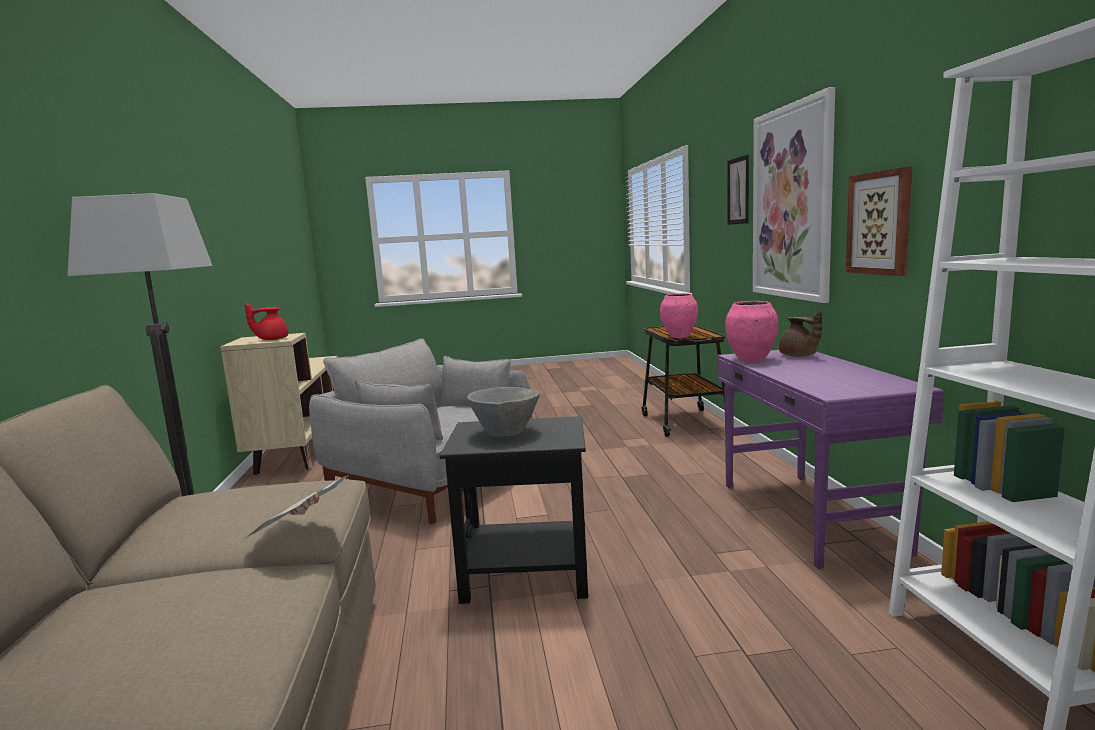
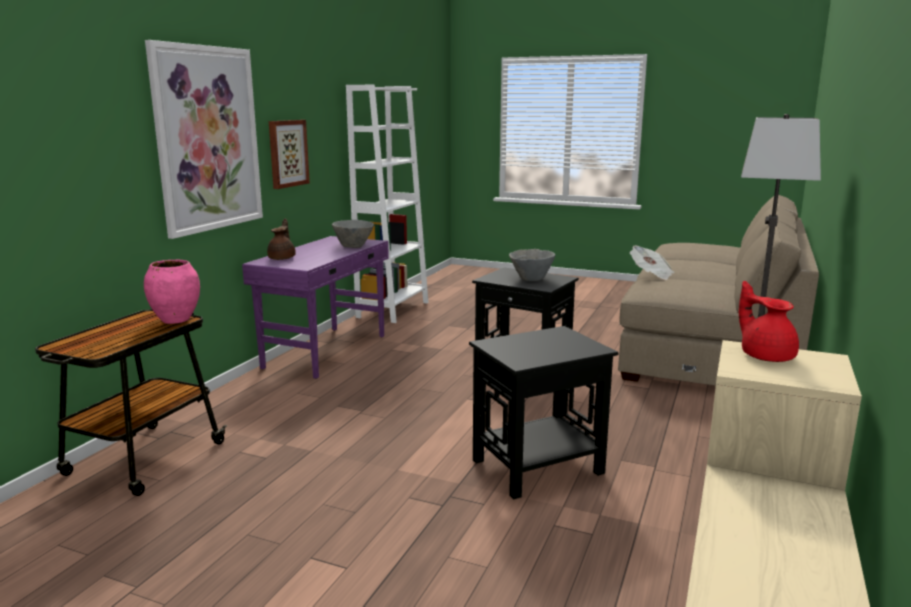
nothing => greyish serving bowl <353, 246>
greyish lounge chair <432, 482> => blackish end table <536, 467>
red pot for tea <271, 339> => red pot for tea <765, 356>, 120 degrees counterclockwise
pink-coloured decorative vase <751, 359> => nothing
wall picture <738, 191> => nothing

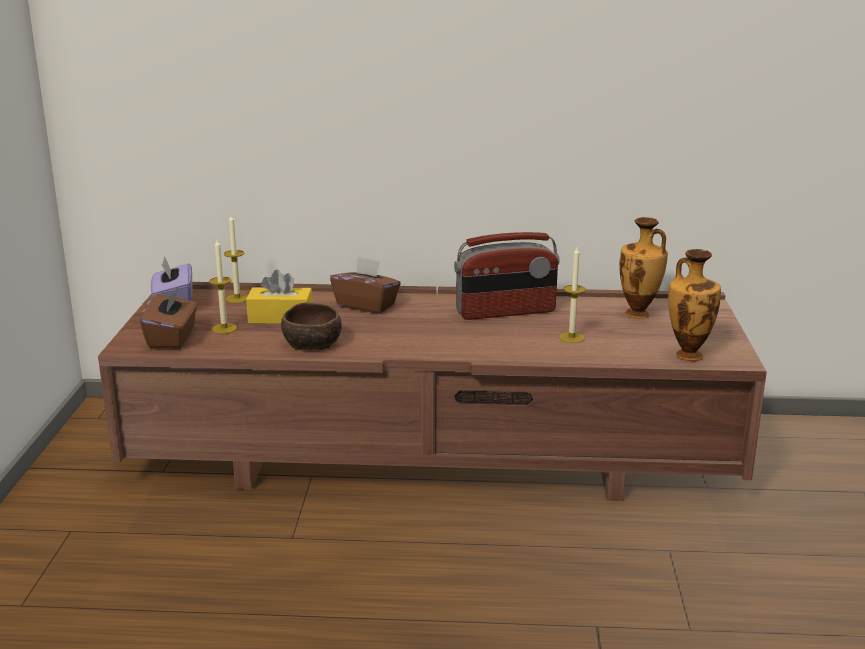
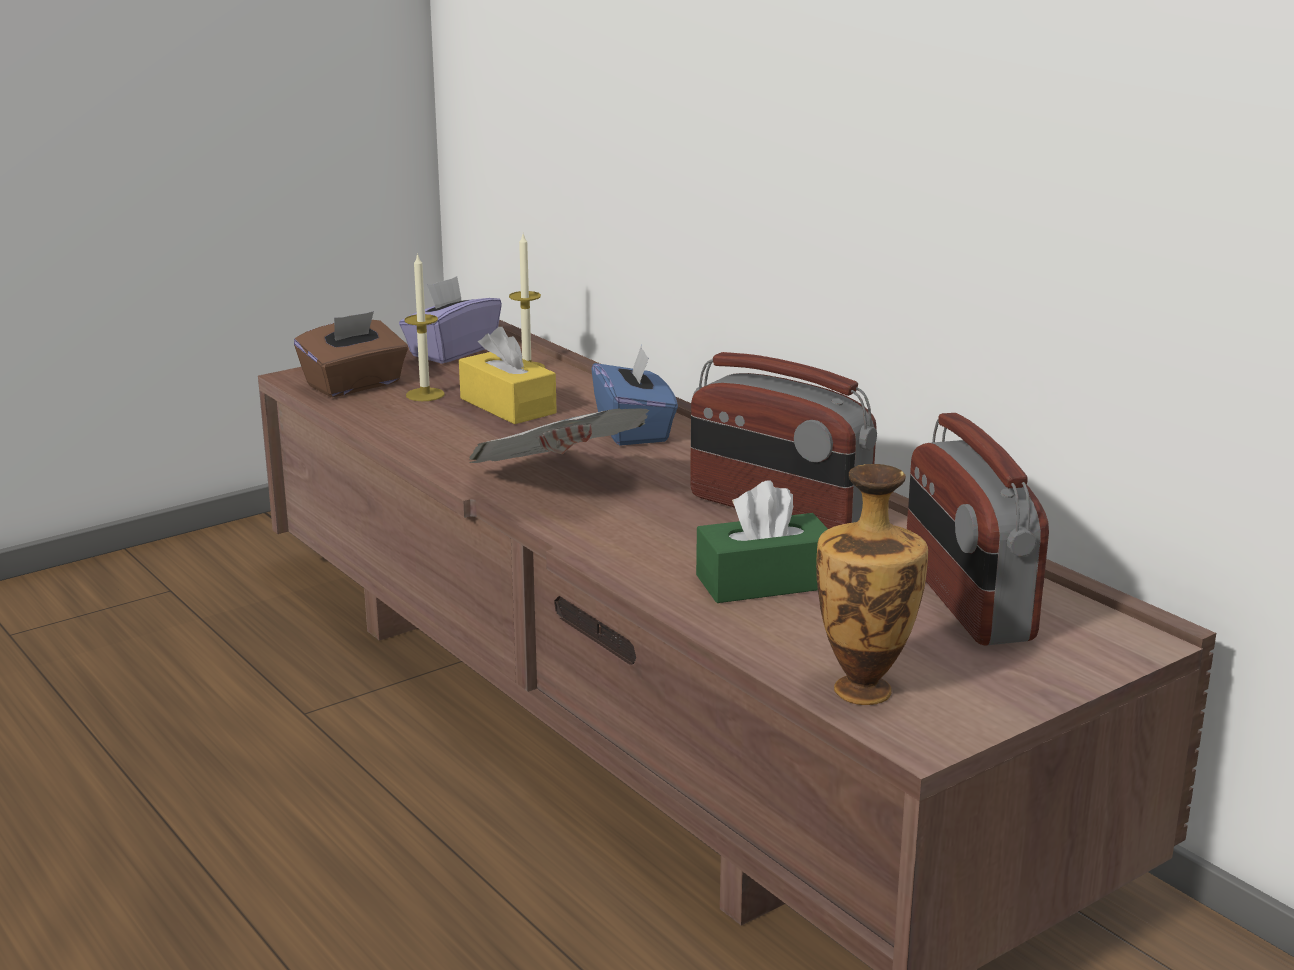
nothing => daily paper <558, 484>
brown box of tissues <366, 305> => blue-coloured box of tissues <634, 430>
wax candle <571, 338> => greenish box of tissues <765, 582>
decorative vase <638, 314> => radio set <965, 600>
brown serving bowl <313, 344> => nothing

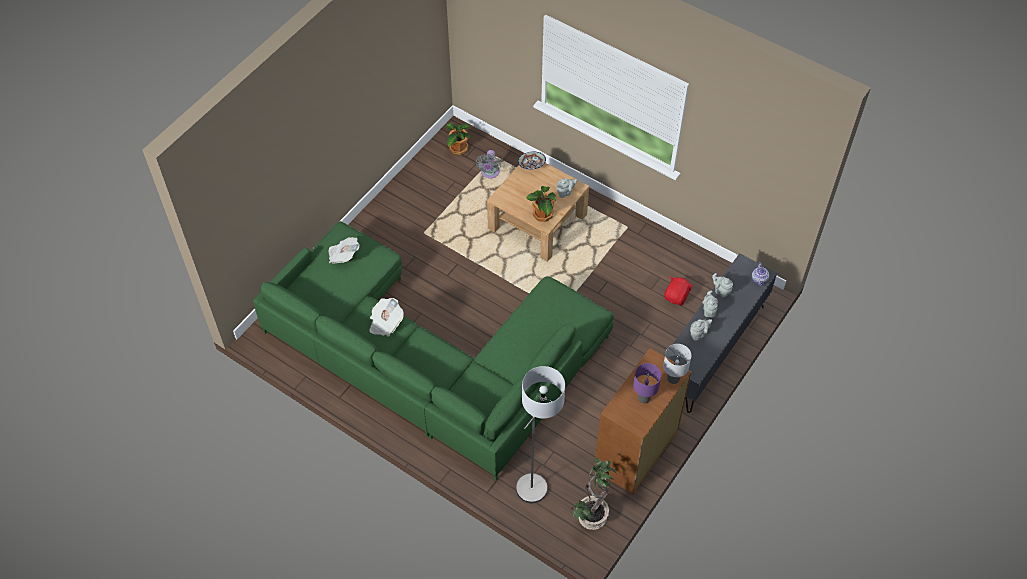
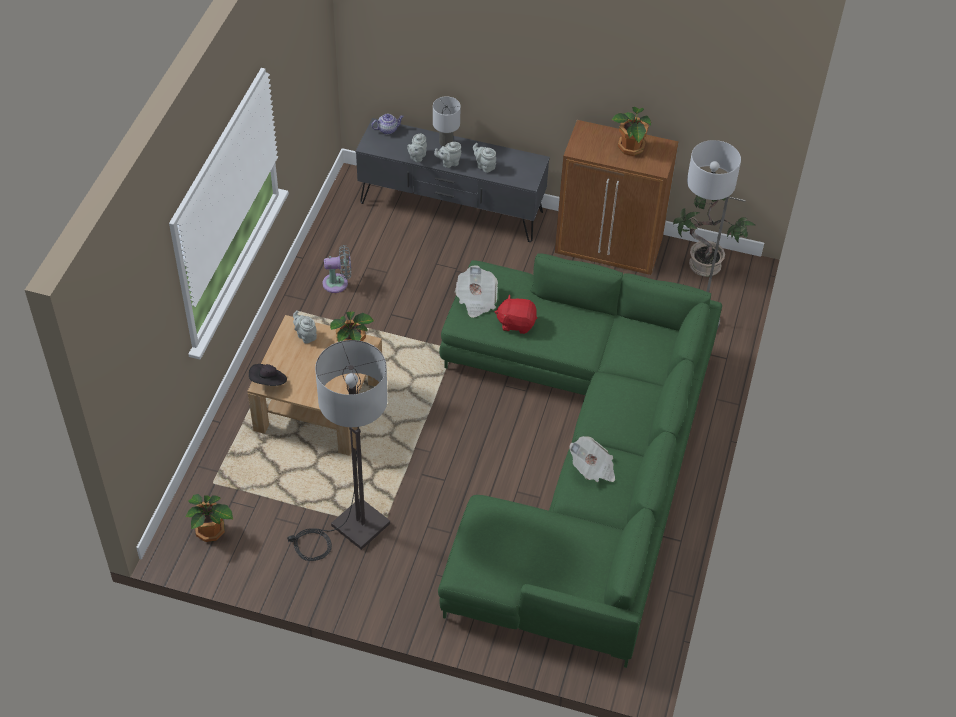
serving bowl <532, 165> => blackish hat <268, 382>
nothing => floor lamp <346, 531>
greyish electric fan <489, 173> => greyish electric fan <338, 283>, shifted
white-coloured lamp for a table <673, 378> => white-coloured lamp for a table <445, 144>, shifted
daily paper <343, 255> => daily paper <476, 300>, shifted
red plush toy <676, 296> => red plush toy <516, 323>, shifted
purple lamp for a table <644, 399> => potted plant <630, 148>

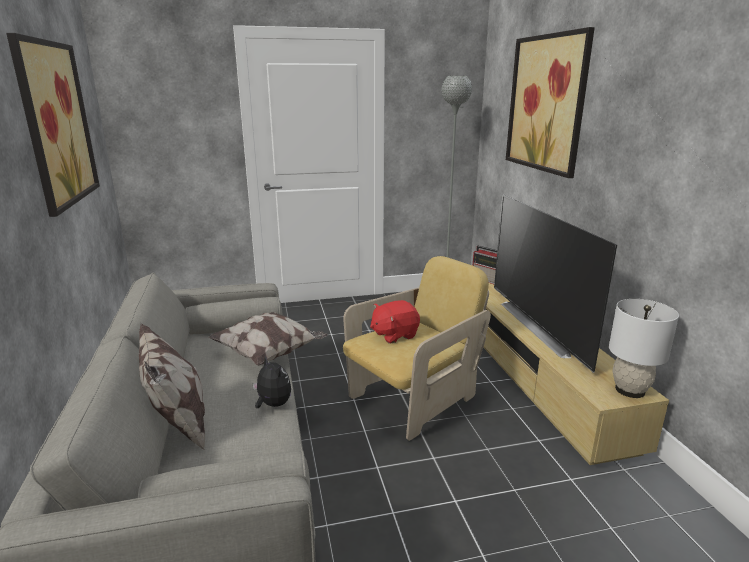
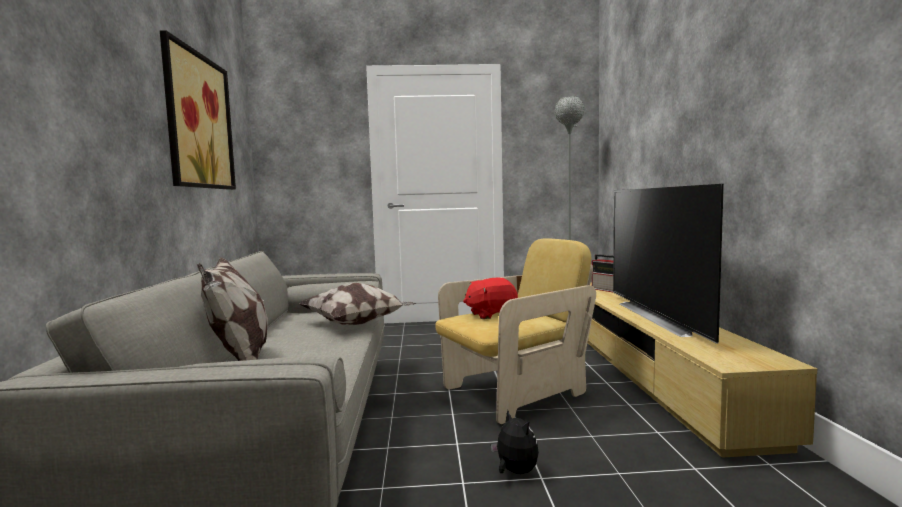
plush toy <272, 404> => plush toy <515, 472>, shifted
wall picture <546, 103> => nothing
white-coloured lamp for a table <629, 390> => nothing

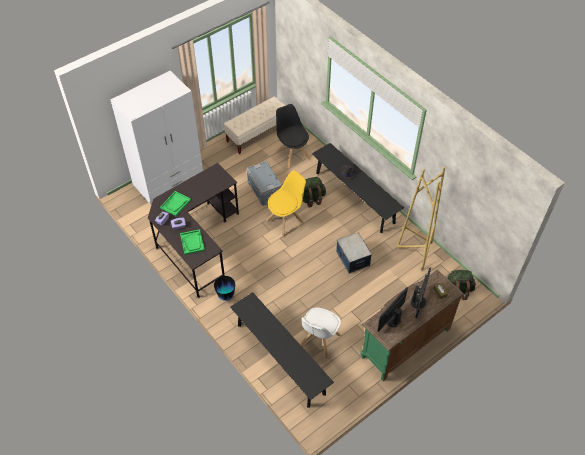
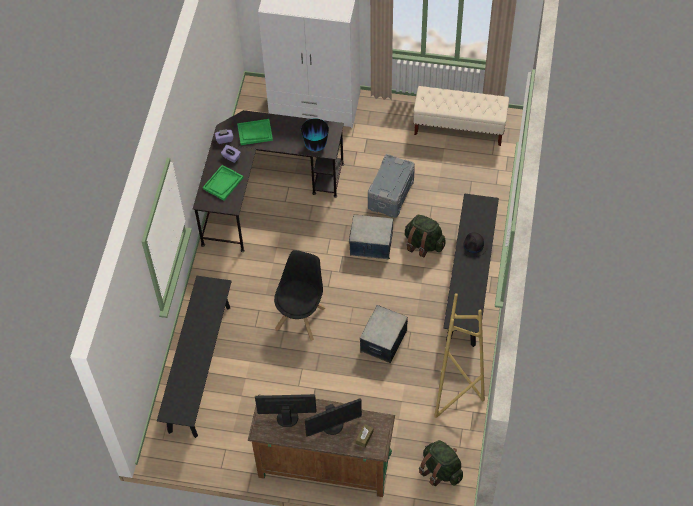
blackish chair <292, 154> => blackish chair <301, 316>, shifted
decorative vase <226, 296> => decorative vase <315, 146>, shifted
yellow-coloured chair <286, 220> => storage box <371, 244>
white-coloured chair <319, 341> => nothing

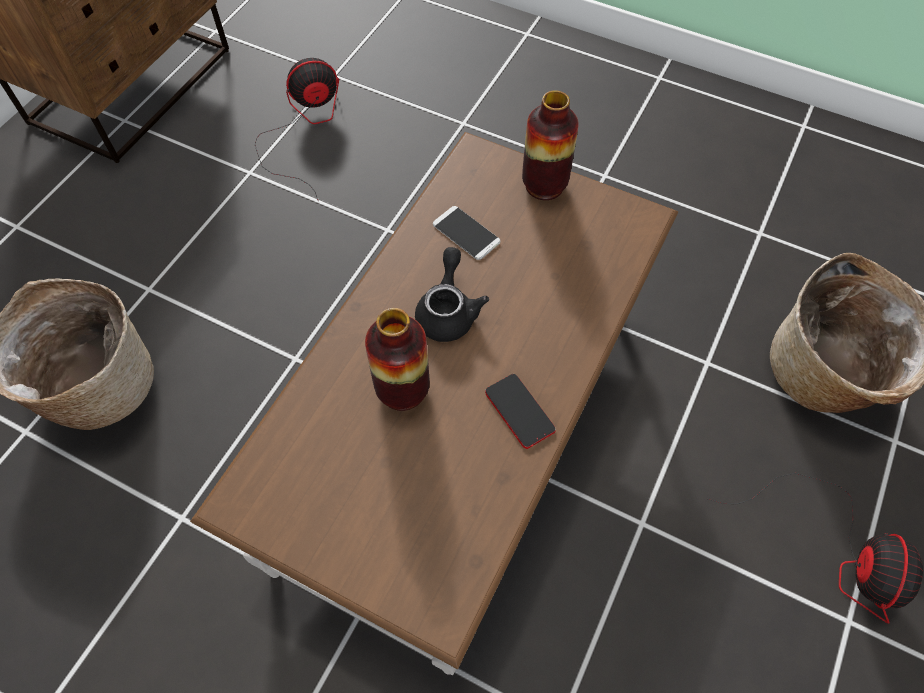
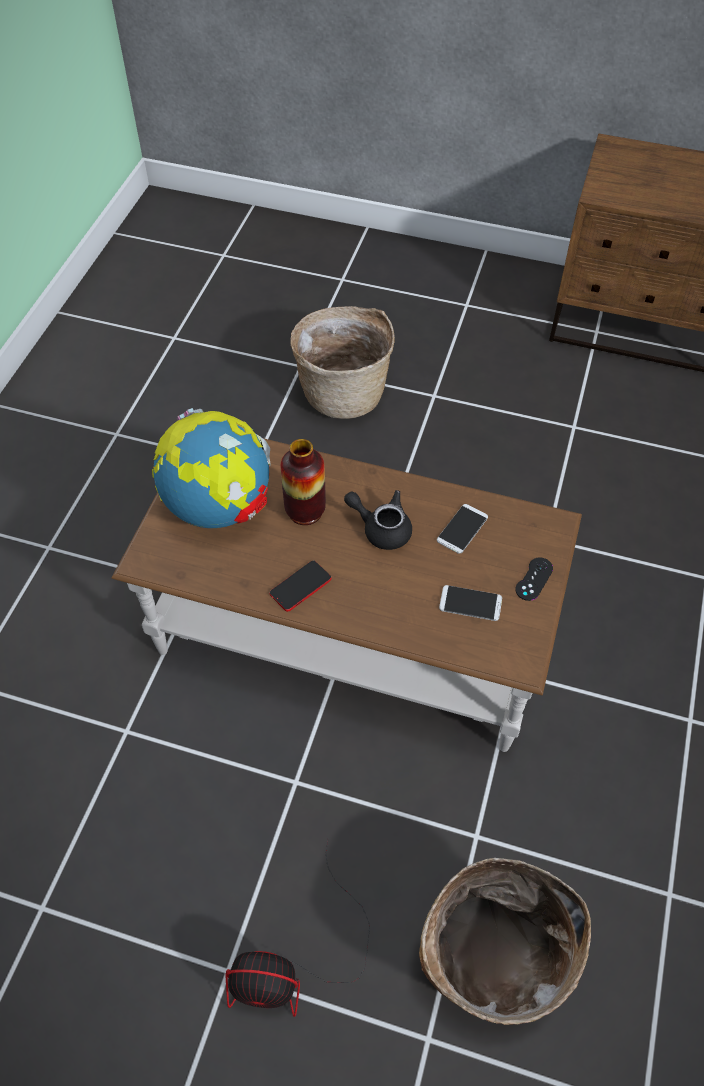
nothing => globe <219, 507>
blackish pot for tea <448, 311> => blackish pot for tea <381, 528>, 150 degrees counterclockwise
nothing => handset <470, 603>
decorative vase <544, 185> => blackish joypad <534, 579>
electric fan <305, 128> => nothing

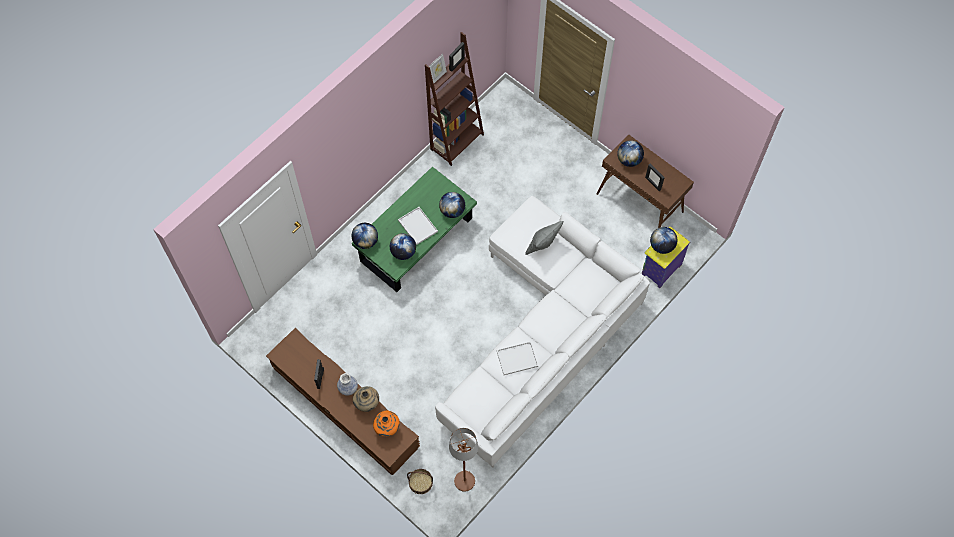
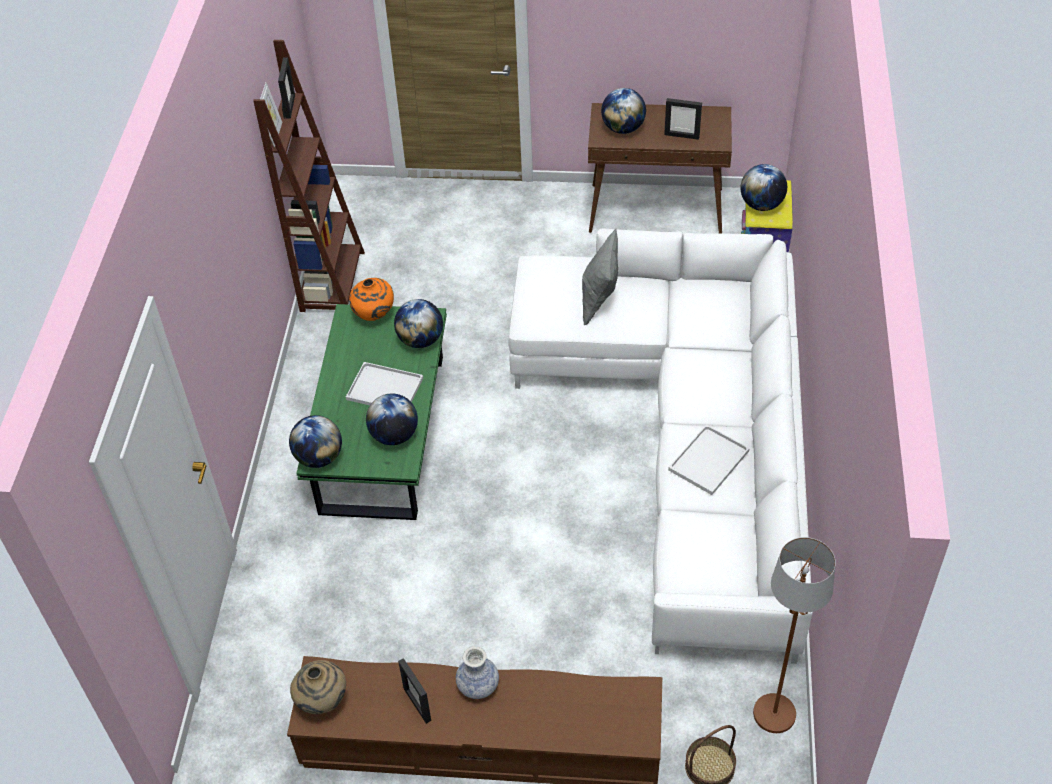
beige decorative vase <367, 403> => beige decorative vase <322, 702>, shifted
orange-coloured decorative vase <387, 428> => orange-coloured decorative vase <374, 316>, shifted

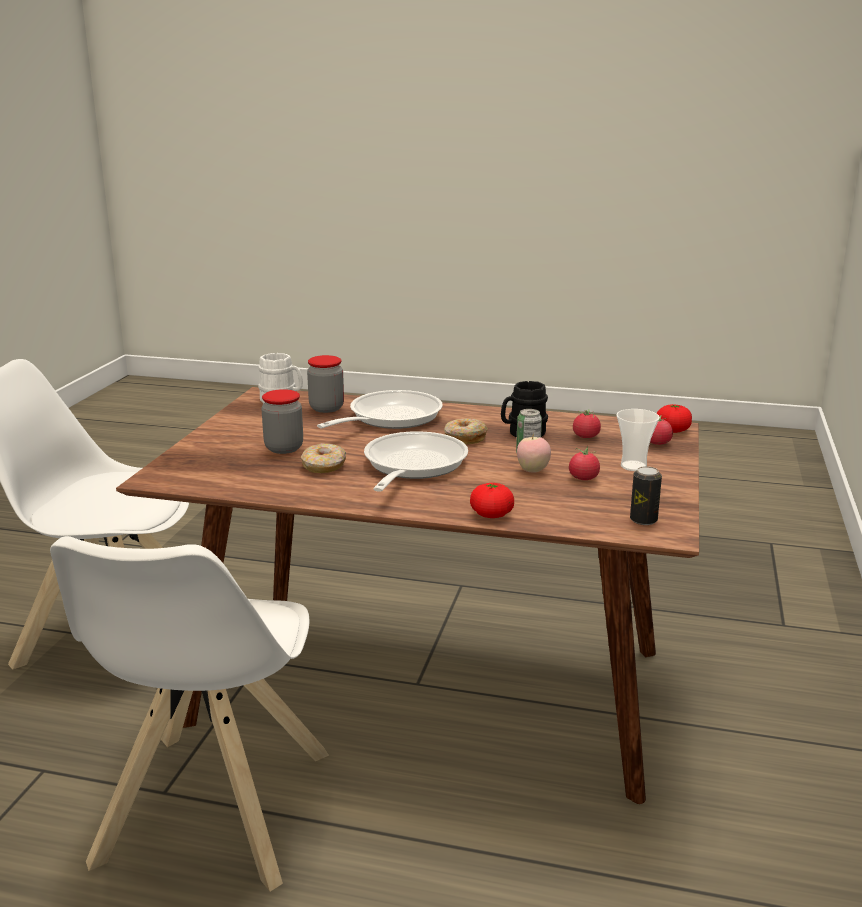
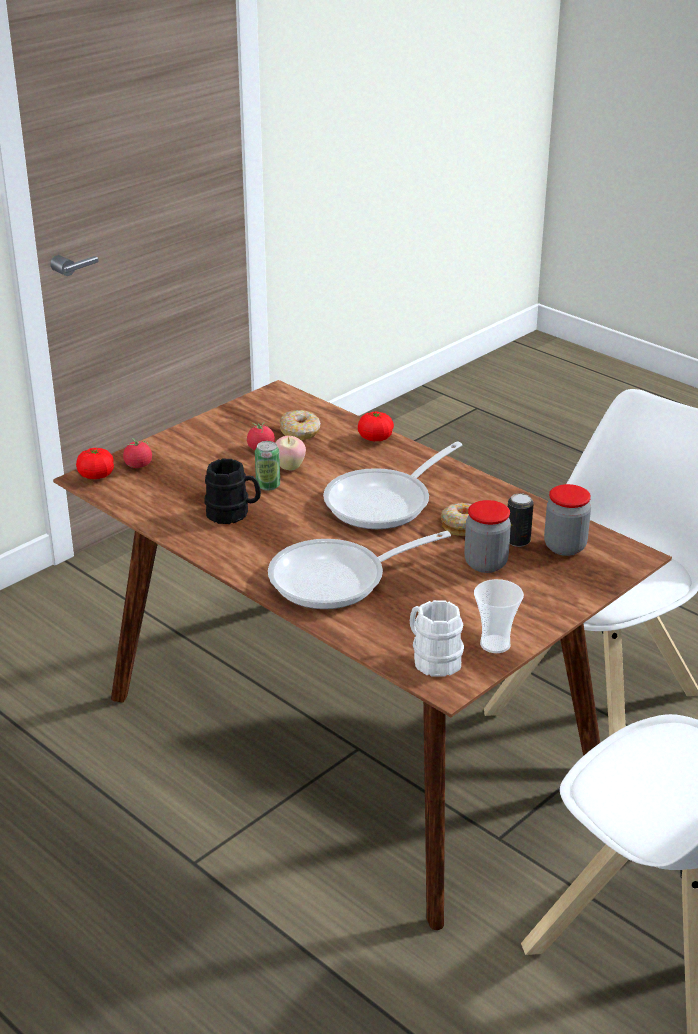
doughnut <464, 438> => doughnut <300, 432>, shifted
drinking cup <633, 466> => drinking cup <495, 644>, shifted
sealed can <643, 520> => sealed can <517, 541>, shifted
storage jar <326, 408> => storage jar <565, 547>, shifted
fresh tomato <586, 437> => nothing

